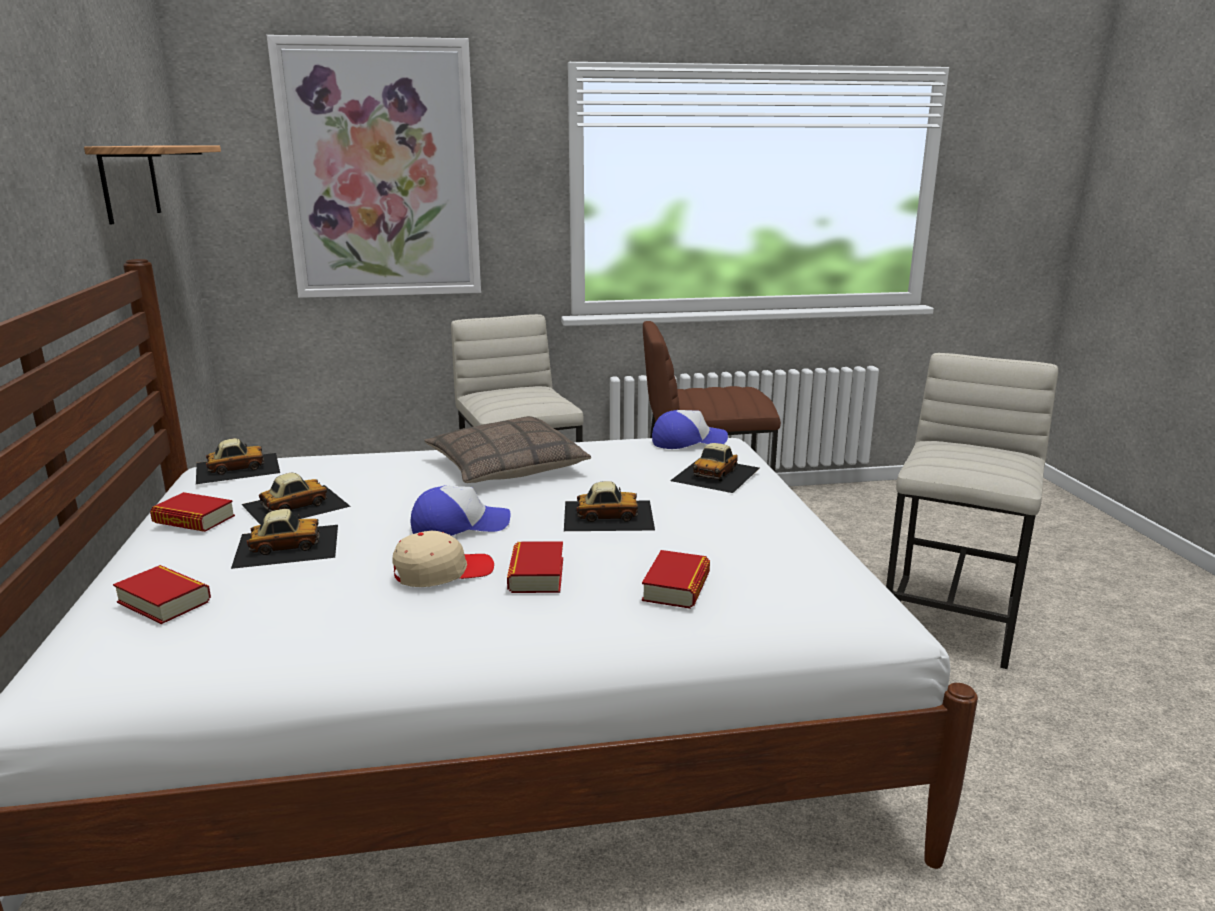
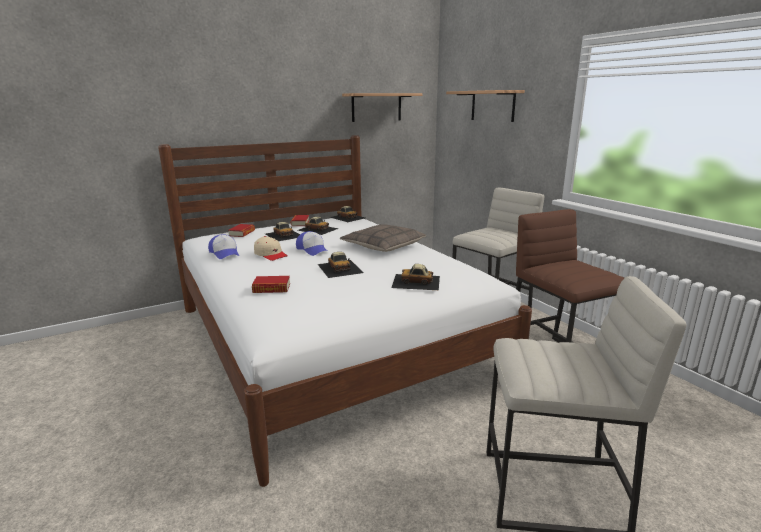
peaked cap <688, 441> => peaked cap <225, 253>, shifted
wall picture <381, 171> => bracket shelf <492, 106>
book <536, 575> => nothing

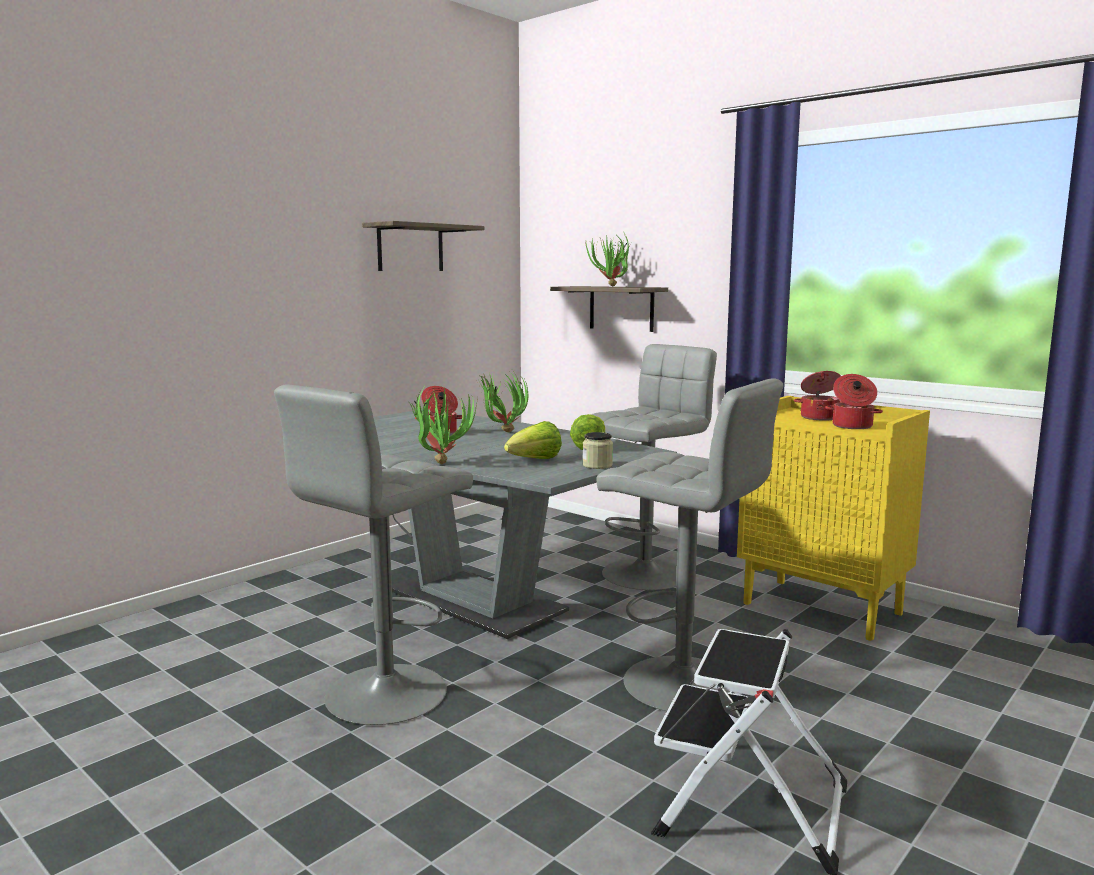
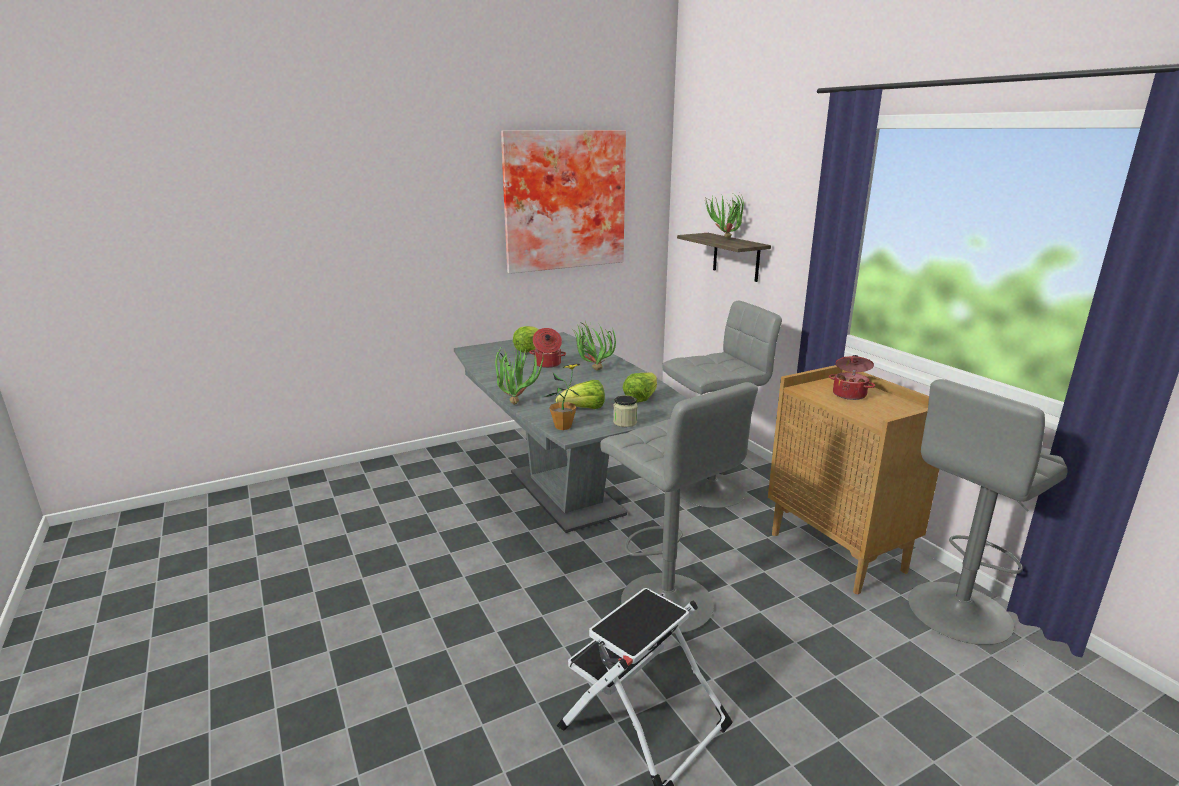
bracket shelf <410, 248> => wall picture <563, 200>
nothing => lettuce head <528, 350>
nothing => potted plant <563, 426>
yellow-coloured cupboard <822, 608> => brown cupboard <837, 552>
greyish stool seat <384, 694> => greyish stool seat <957, 612>, shifted
stockpot <852, 426> => nothing

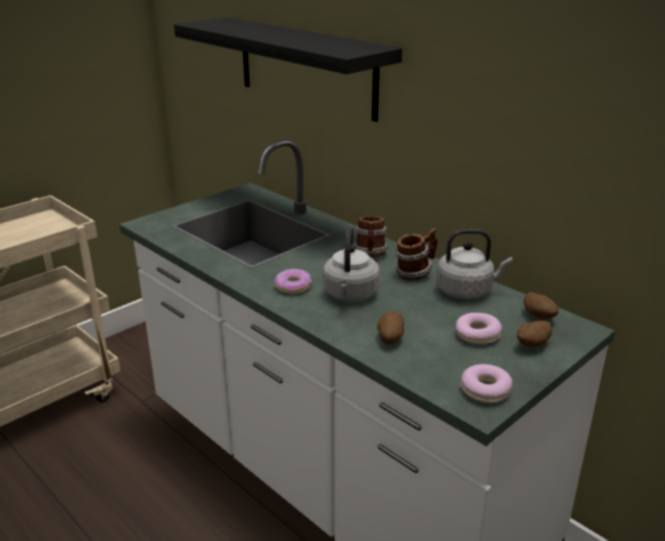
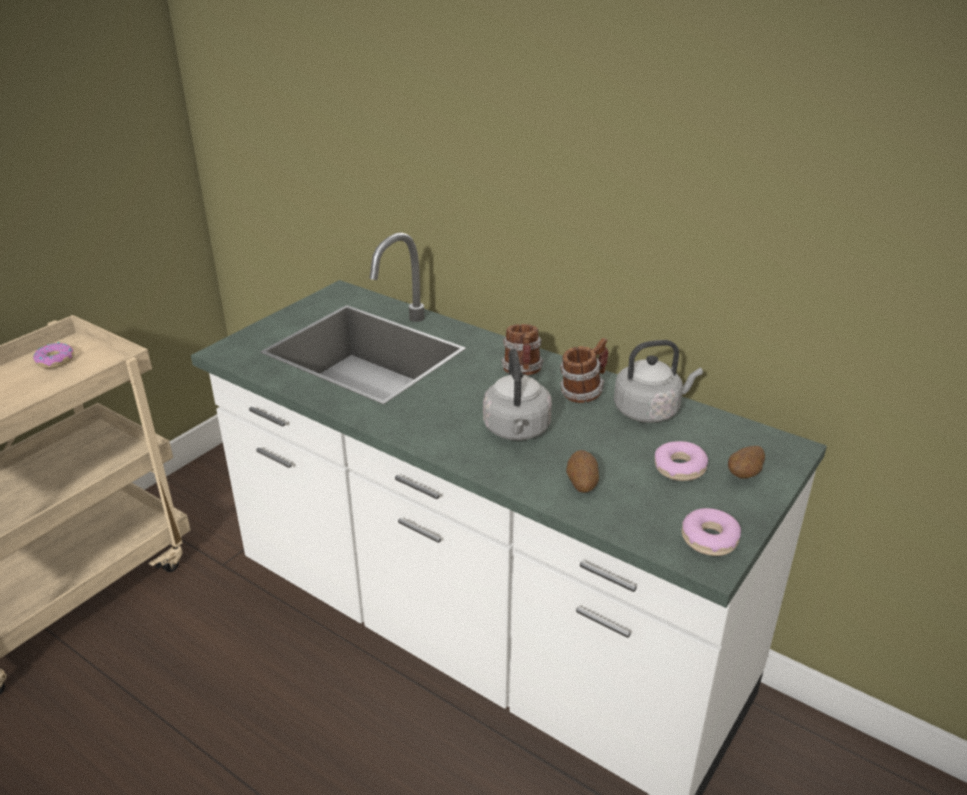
doughnut <293, 287> => doughnut <55, 361>, shifted
blackish bracket shelf <305, 67> => nothing
potato <539, 317> => nothing

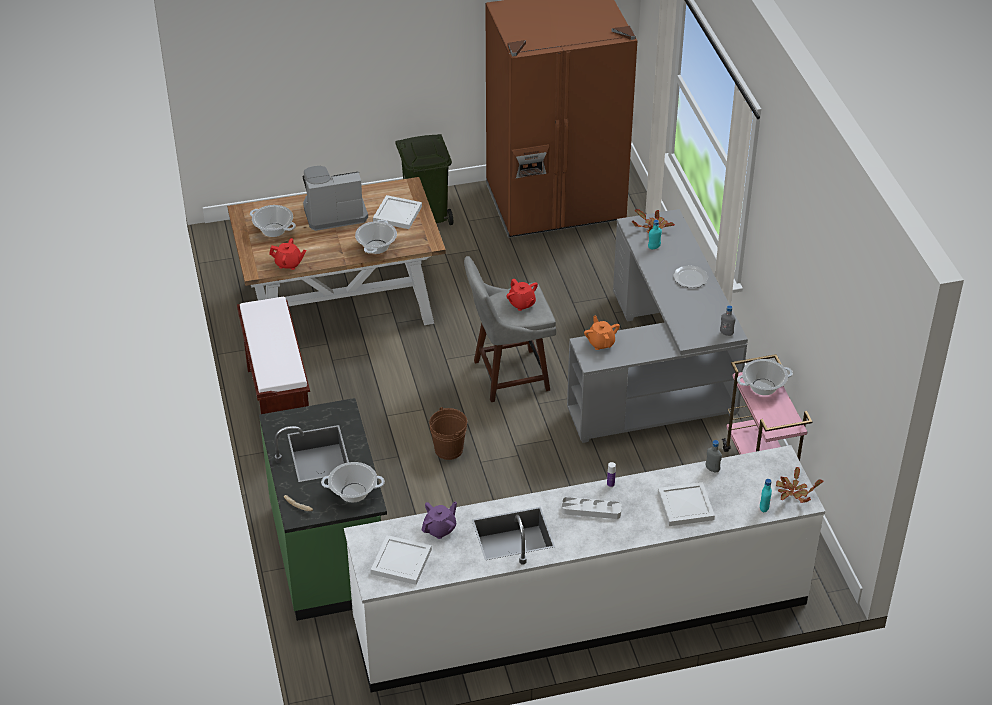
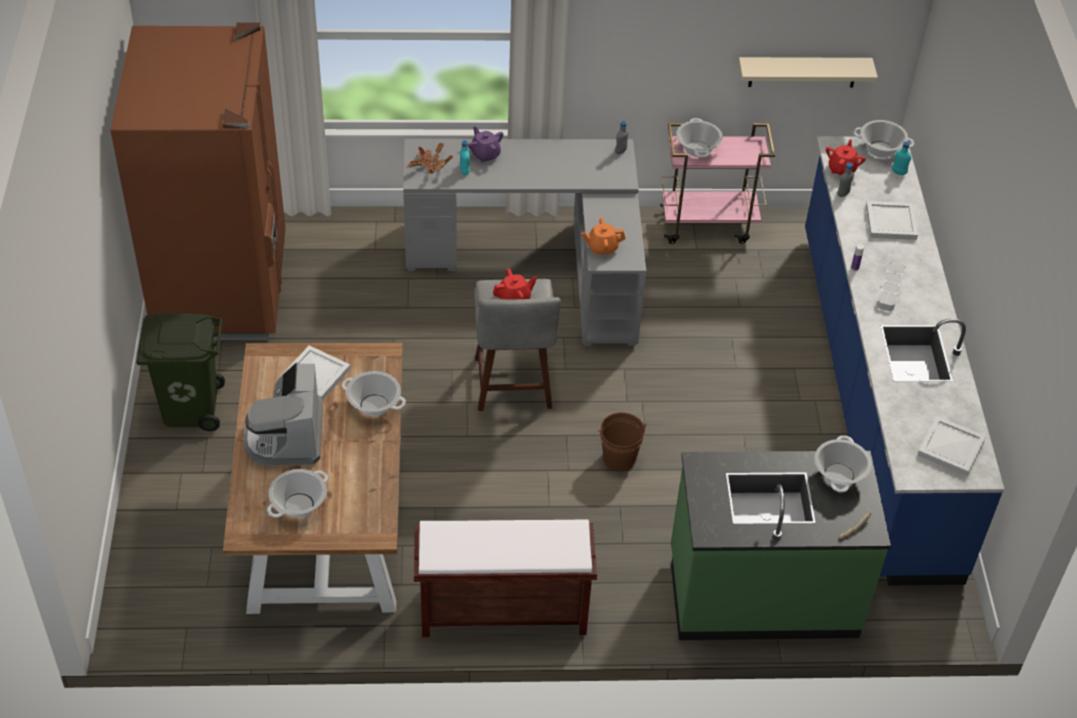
purple pot for tea <440, 529> => purple pot for tea <485, 154>, shifted
nothing => beige bracket shelf <803, 72>
white-coloured kitchen counter <581, 613> => blue-coloured kitchen counter <874, 396>
red pot for tea <288, 264> => red pot for tea <842, 169>, shifted
potted plant <793, 492> => stockpot <880, 149>
flat dish <690, 278> => nothing

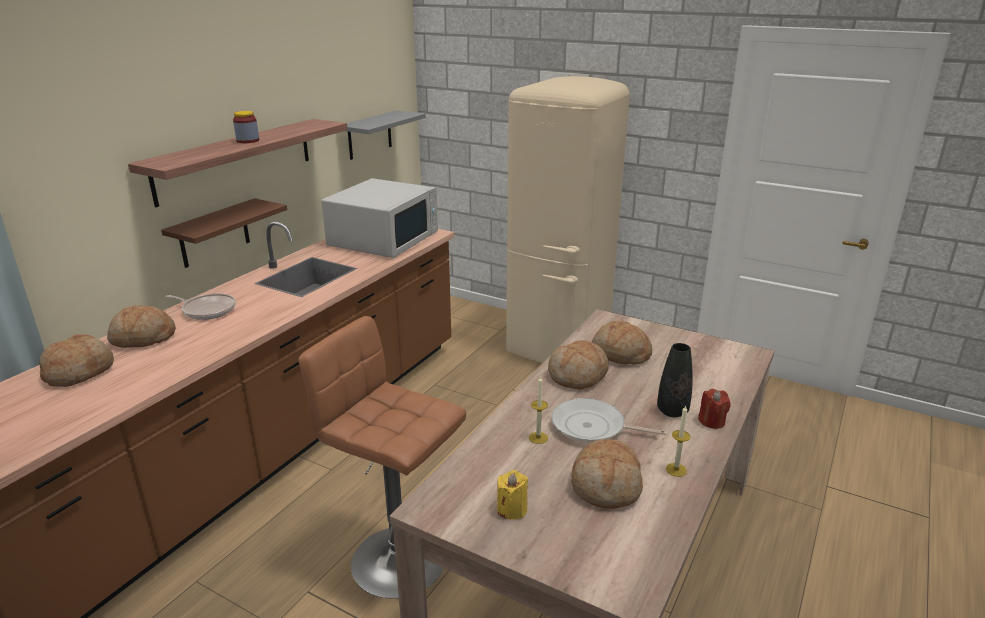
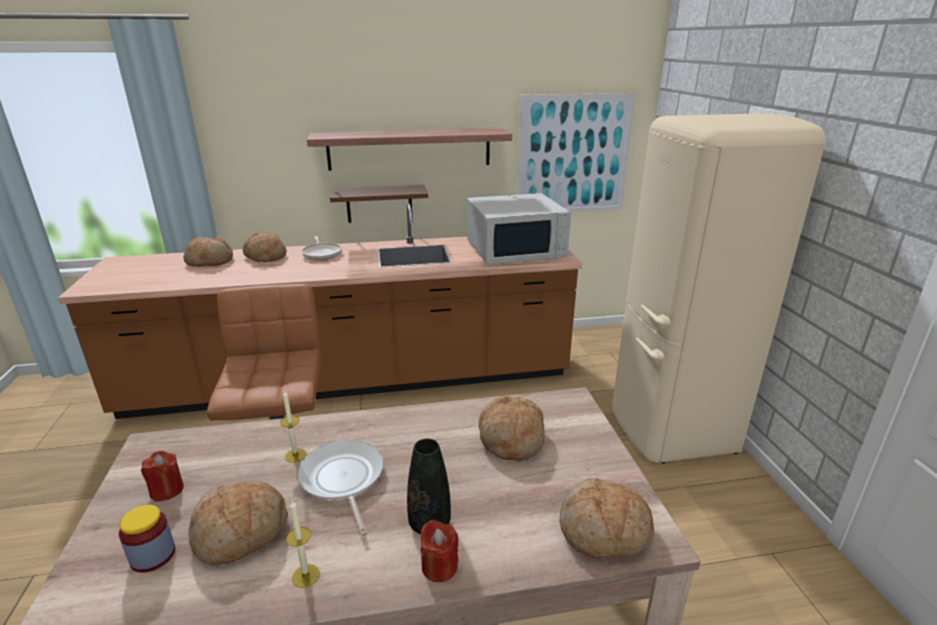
storage jar <248, 141> => storage jar <153, 555>, shifted
yellow-coloured wax candle <512, 509> => red wax candle <167, 490>
greyish bracket shelf <369, 135> => wall picture <573, 155>
baked bread <578, 375> => baked bread <604, 531>, shifted

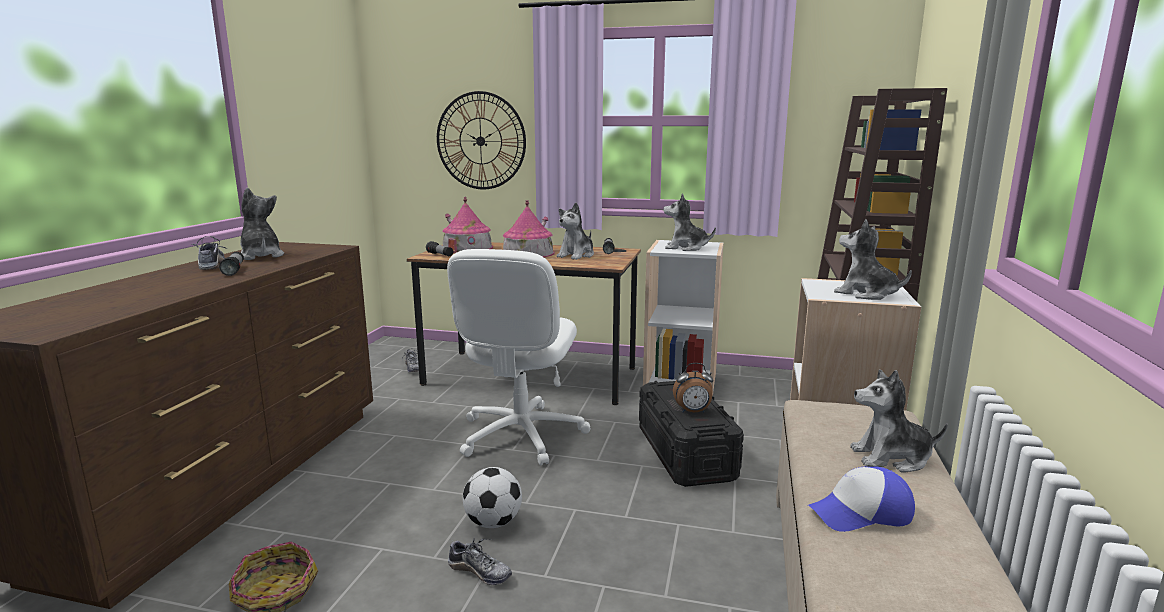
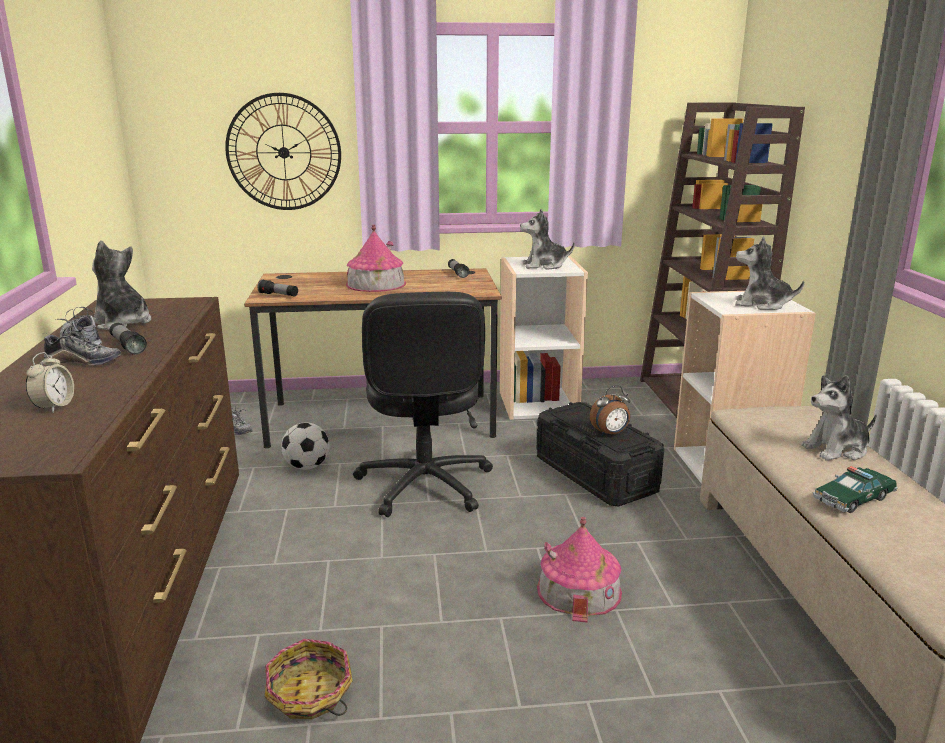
nothing => alarm clock <54, 406>
item of footwear <480, 572> => item of footwear <84, 361>, shifted
ball for football <493, 522> => ball for football <307, 466>, shifted
white-coloured desk chair <521, 434> => blackish desk chair <424, 484>
model house <467, 248> => model house <579, 590>, shifted
peaked cap <861, 513> => toy car <853, 499>
plush toy <576, 255> => nothing

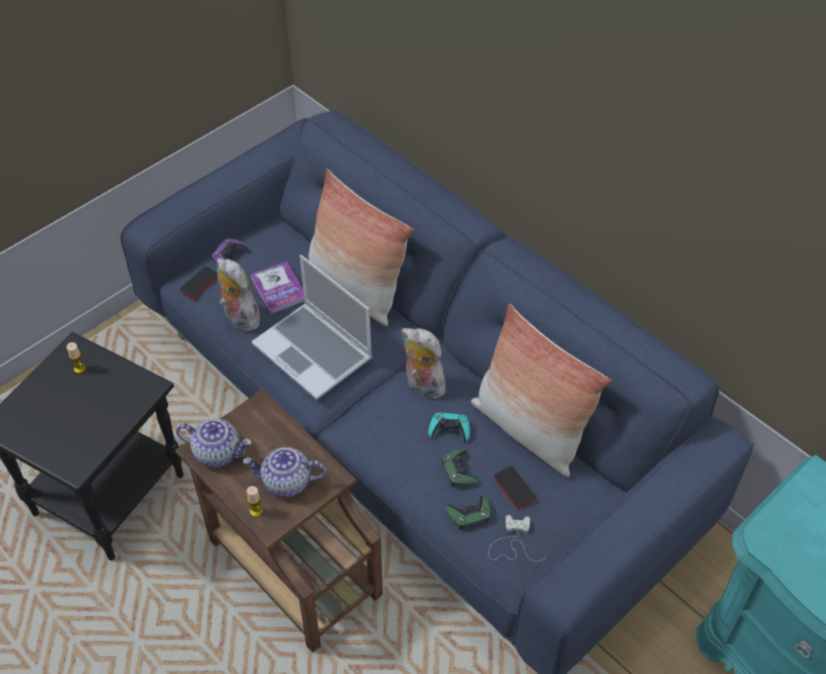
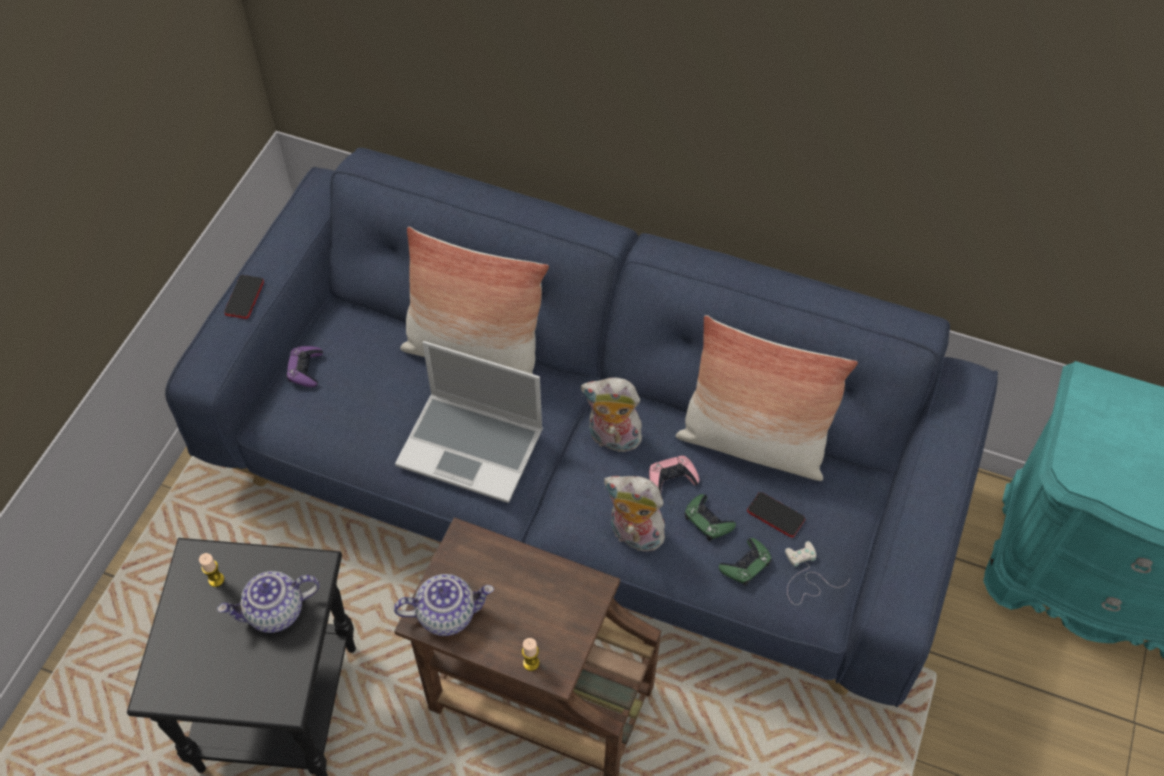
pot for tea <286, 482> => pot for tea <275, 612>, shifted
handset <199, 283> => handset <244, 297>, shifted
plush toy <239, 318> => plush toy <633, 535>, shifted
blue-green joypad <449, 430> => pink-coloured joypad <672, 478>
book <279, 289> => nothing

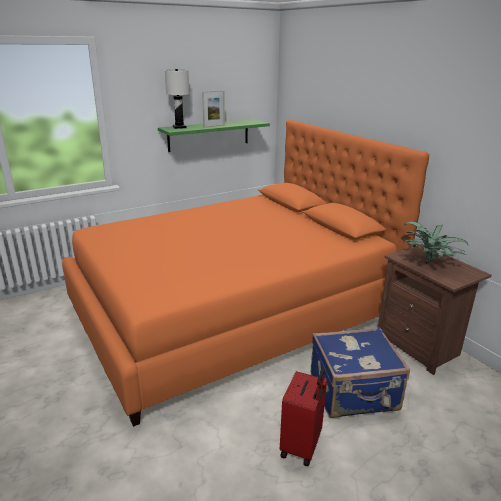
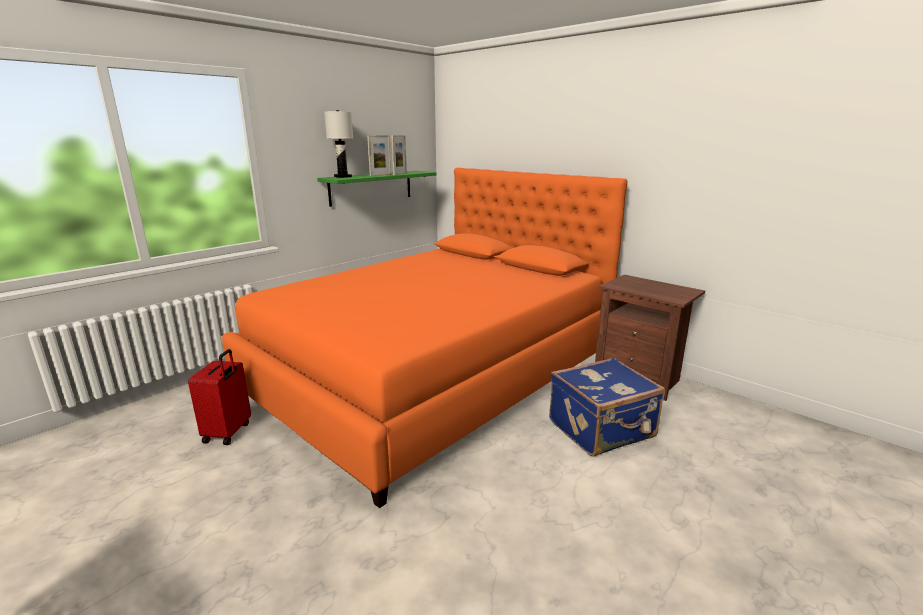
red travel case <302, 446> => red travel case <228, 432>, shifted
nothing => picture frame <400, 173>
potted plant <429, 263> => nothing

